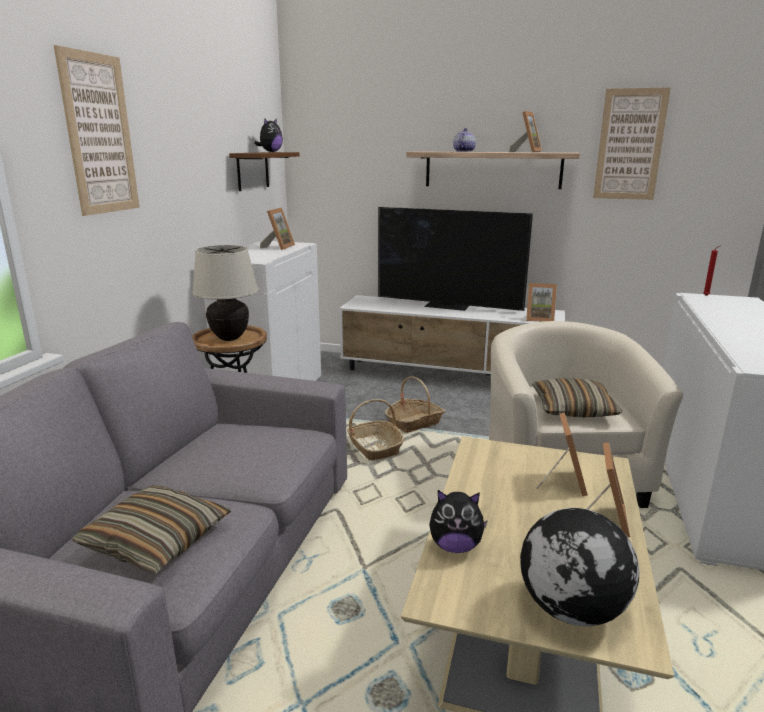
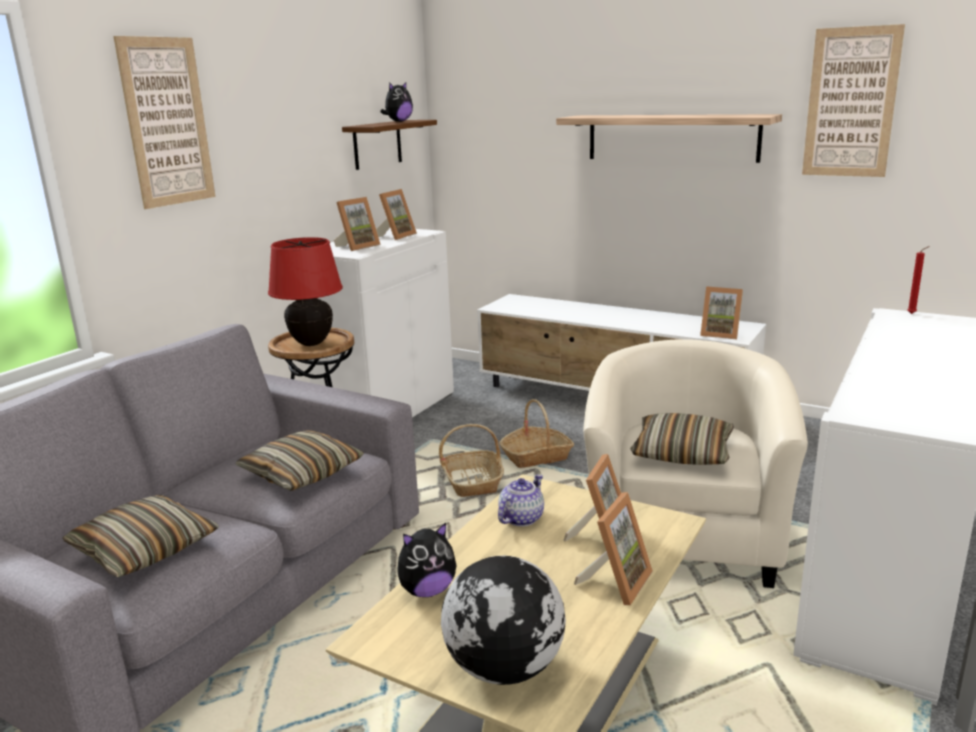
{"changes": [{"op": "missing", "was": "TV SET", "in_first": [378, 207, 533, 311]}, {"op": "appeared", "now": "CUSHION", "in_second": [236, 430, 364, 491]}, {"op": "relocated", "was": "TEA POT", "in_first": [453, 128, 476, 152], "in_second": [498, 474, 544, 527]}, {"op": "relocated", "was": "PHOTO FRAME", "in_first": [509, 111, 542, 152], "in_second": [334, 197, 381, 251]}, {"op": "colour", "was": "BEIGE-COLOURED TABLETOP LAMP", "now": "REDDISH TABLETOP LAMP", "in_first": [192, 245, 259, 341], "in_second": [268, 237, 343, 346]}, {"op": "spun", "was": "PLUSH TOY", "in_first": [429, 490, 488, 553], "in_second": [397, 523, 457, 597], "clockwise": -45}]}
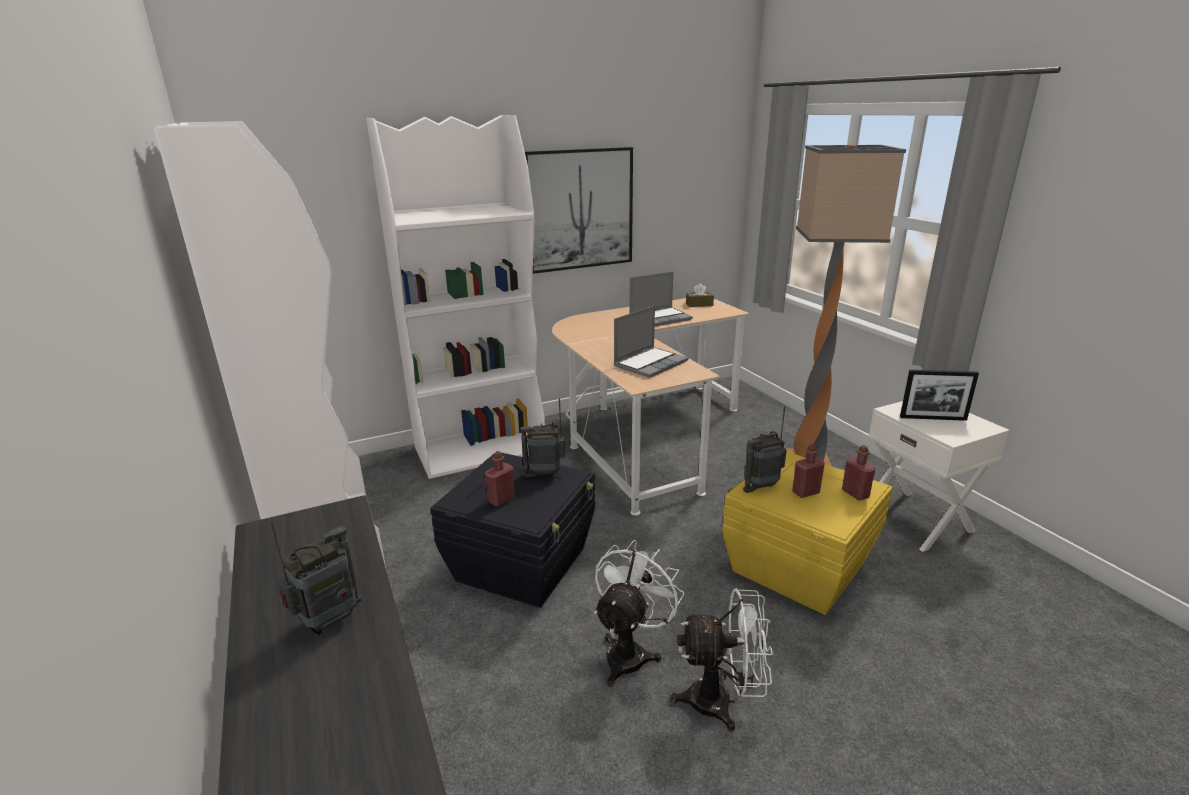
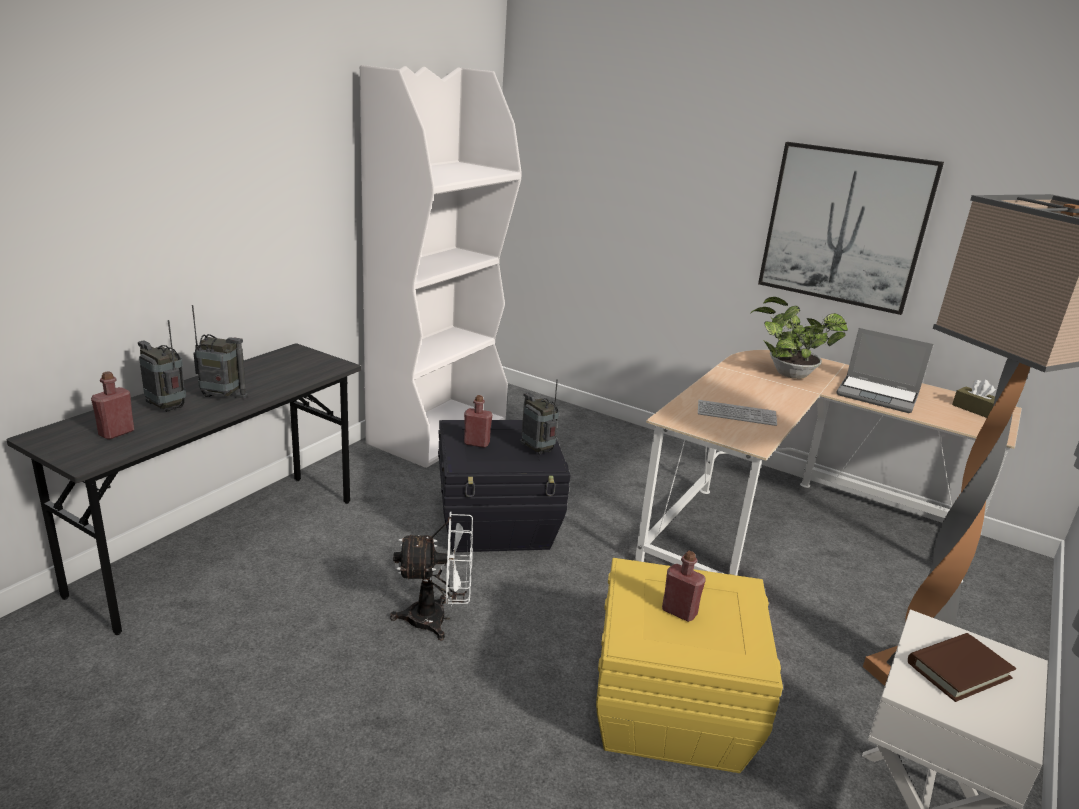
{"changes": [{"op": "missing", "was": "WHITE BOOKCASE", "in_first": [367, 115, 545, 479]}, {"op": "missing", "was": "WHITE COOLING FAN", "in_first": [670, 589, 773, 732]}, {"op": "appeared", "now": "POTTED PLANT", "in_second": [750, 297, 848, 379]}, {"op": "relocated", "was": "RADIO SET", "in_first": [743, 406, 787, 493], "in_second": [138, 320, 186, 412]}, {"op": "relocated", "was": "REDDISH BOTTLE", "in_first": [842, 445, 876, 501], "in_second": [91, 371, 134, 440]}, {"op": "exchanged", "was": "LAPTOP", "now": "KEYBOARD", "in_first": [614, 305, 689, 378], "in_second": [698, 400, 777, 426]}, {"op": "exchanged", "was": "PHOTO FRAME", "now": "BROWNISH BOUND BOOK", "in_first": [900, 370, 979, 421], "in_second": [908, 633, 1016, 702]}]}
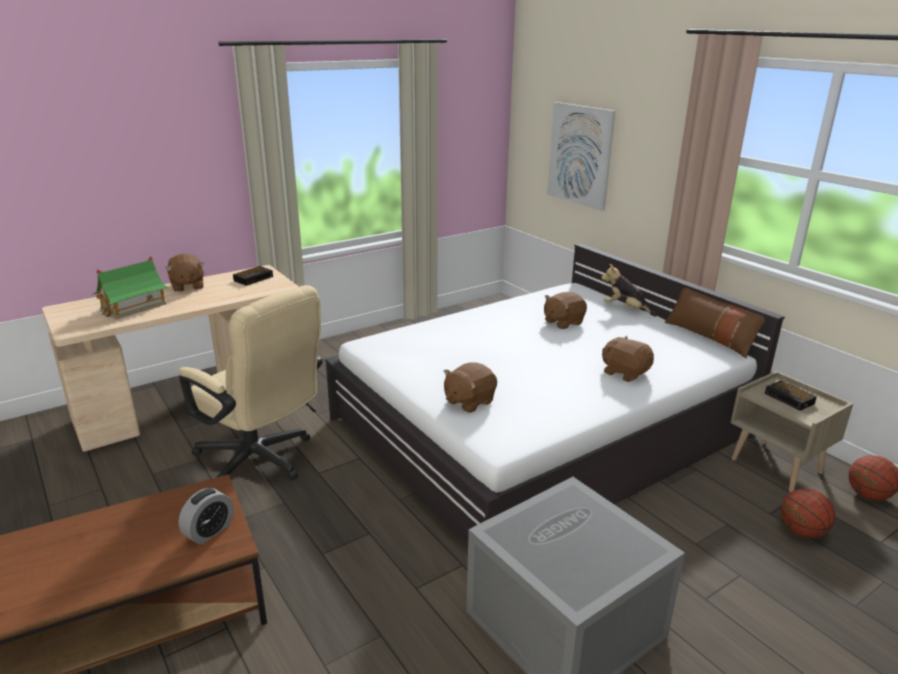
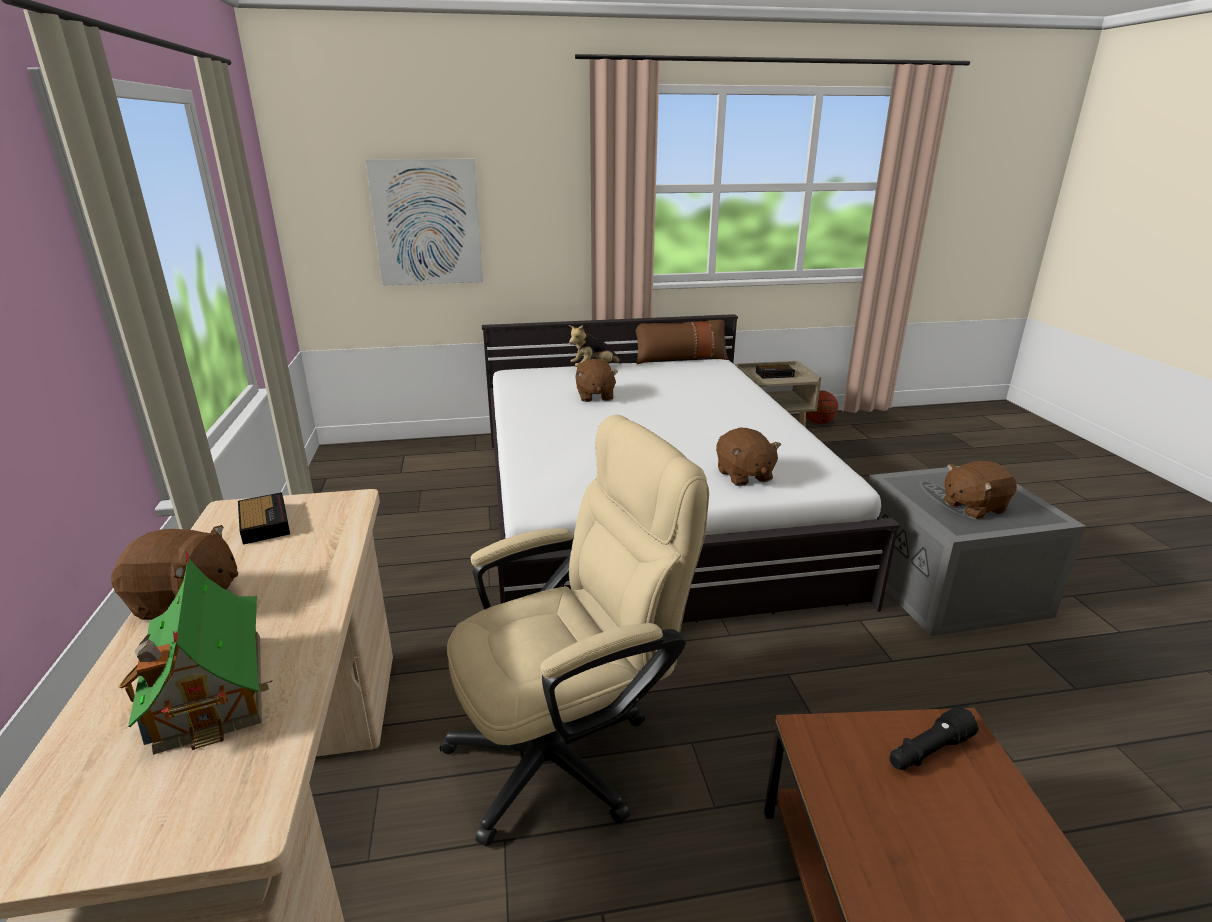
{"changes": [{"op": "missing", "was": "BALL FOR BASKETBALL", "in_first": [781, 488, 835, 538]}, {"op": "relocated", "was": "BROWNISH PLUSH TOY", "in_first": [602, 336, 654, 382], "in_second": [943, 461, 1017, 519]}, {"op": "exchanged", "was": "BEDSIDE CLOCK", "now": "BLACK-COLOURED TORCH", "in_first": [179, 488, 234, 544], "in_second": [890, 706, 979, 770]}]}
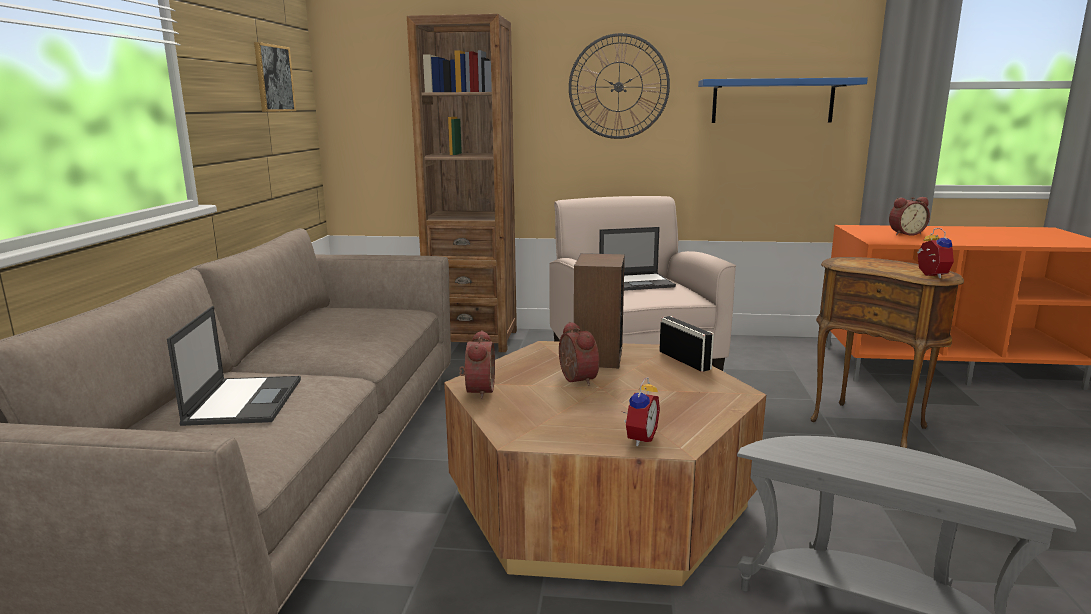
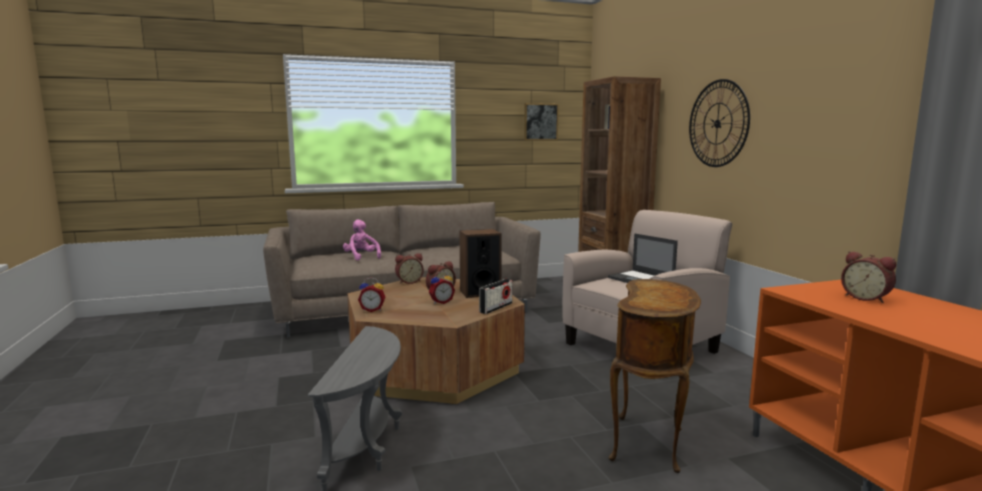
{"changes": [{"op": "missing", "was": "BLUE WALL SHELF", "in_first": [698, 77, 868, 123]}, {"op": "relocated", "was": "BEDSIDE CLOCK", "in_first": [917, 228, 954, 279], "in_second": [429, 271, 455, 304]}, {"op": "exchanged", "was": "LAPTOP", "now": "PINKISH PLUSH TOY", "in_first": [167, 306, 301, 426], "in_second": [343, 220, 381, 261]}]}
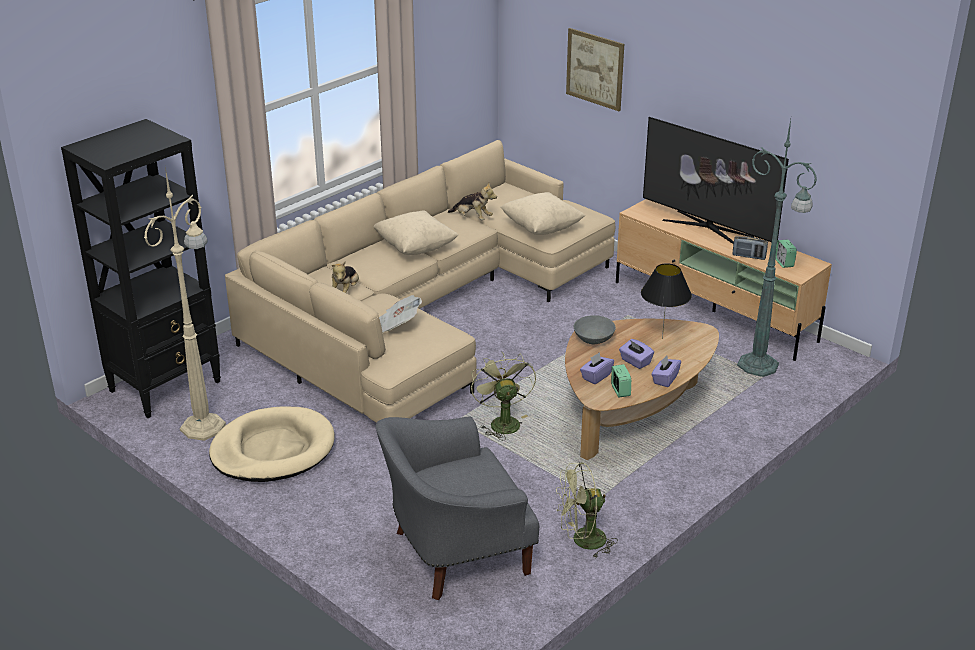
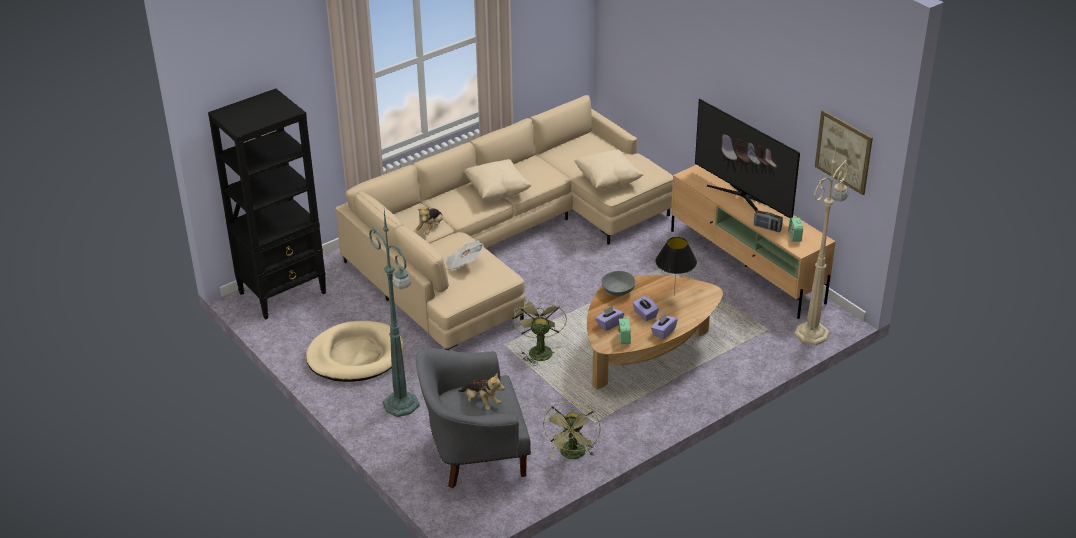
{"changes": [{"op": "relocated", "was": "BEIGE-COLOURED STANDARD LAMP", "in_first": [144, 167, 226, 441], "in_second": [794, 141, 849, 345]}, {"op": "relocated", "was": "PLUSH TOY", "in_first": [448, 183, 497, 220], "in_second": [458, 373, 505, 410]}, {"op": "relocated", "was": "WALL PICTURE", "in_first": [566, 28, 624, 111], "in_second": [815, 110, 873, 195]}, {"op": "relocated", "was": "GREEN-COLOURED STANDARD LAMP", "in_first": [737, 120, 817, 377], "in_second": [369, 211, 420, 417]}, {"op": "spun", "was": "GREEN-COLOURED COOLING FAN", "in_first": [556, 462, 618, 558], "in_second": [543, 402, 600, 459], "clockwise": -75}]}
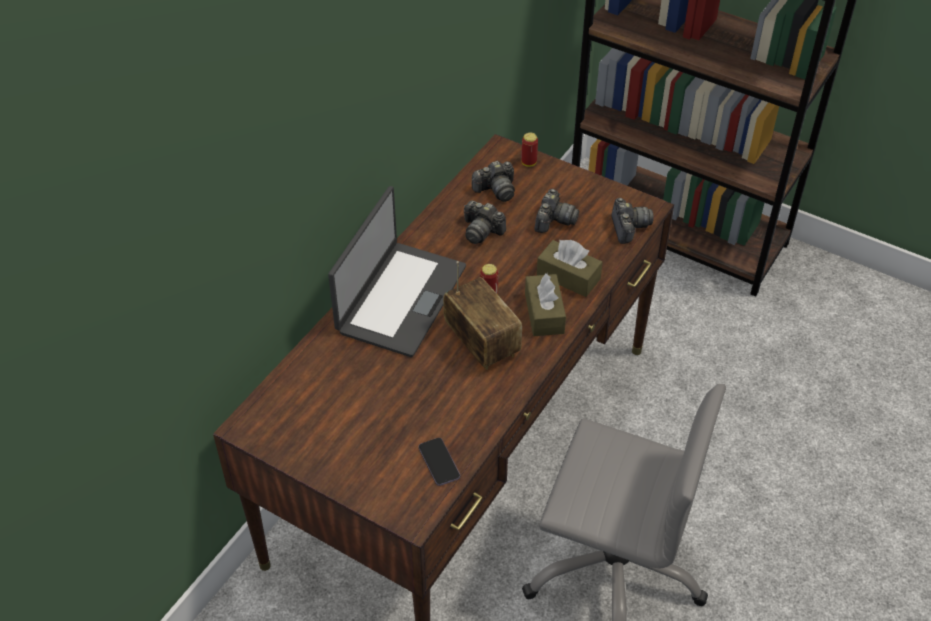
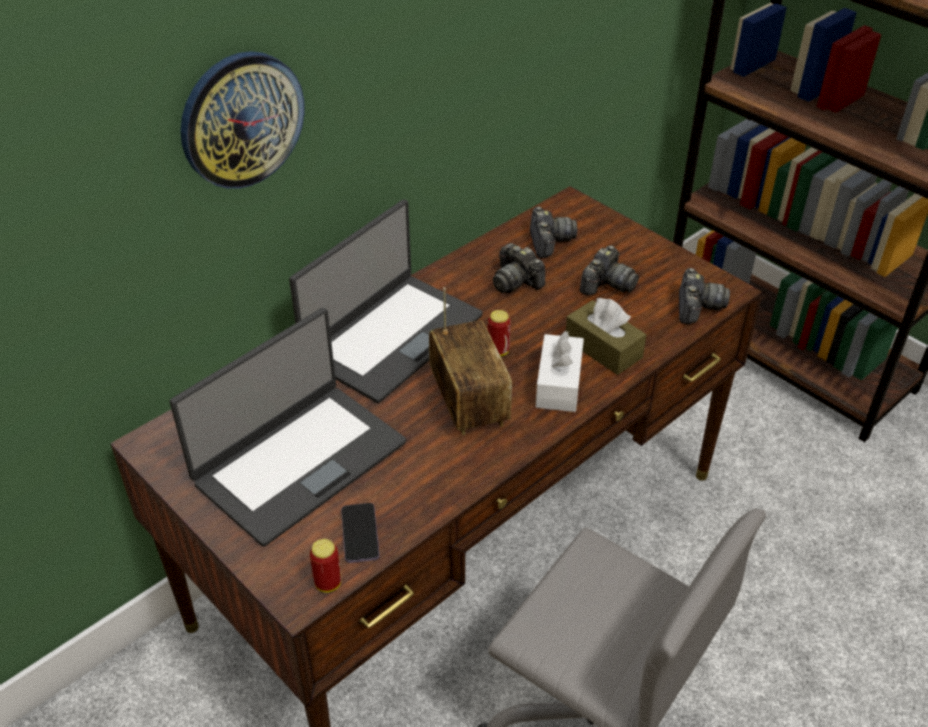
{"changes": [{"op": "appeared", "now": "LAPTOP", "in_second": [169, 308, 406, 547]}, {"op": "appeared", "now": "CLOCK ON THE WALL", "in_second": [180, 51, 305, 189]}, {"op": "relocated", "was": "SEALED CAN", "in_first": [521, 133, 538, 167], "in_second": [310, 539, 341, 593]}, {"op": "colour", "was": "BROWNISH TISSUE HOLDER", "now": "WHITE TISSUE HOLDER", "in_first": [525, 273, 566, 336], "in_second": [535, 331, 584, 412]}, {"op": "spun", "was": "STILL CAMERA", "in_first": [472, 161, 515, 202], "in_second": [530, 207, 577, 258], "clockwise": -90}]}
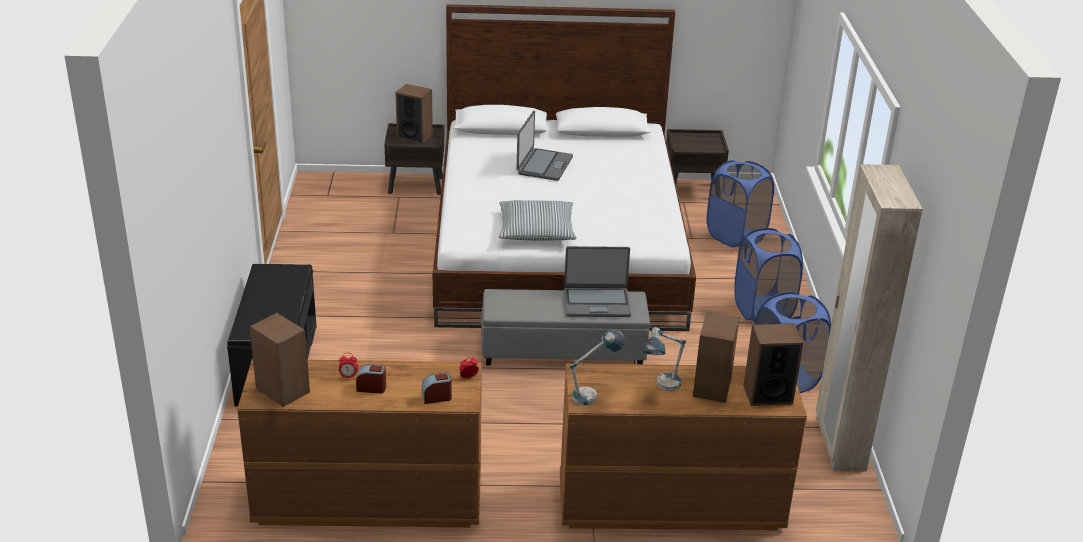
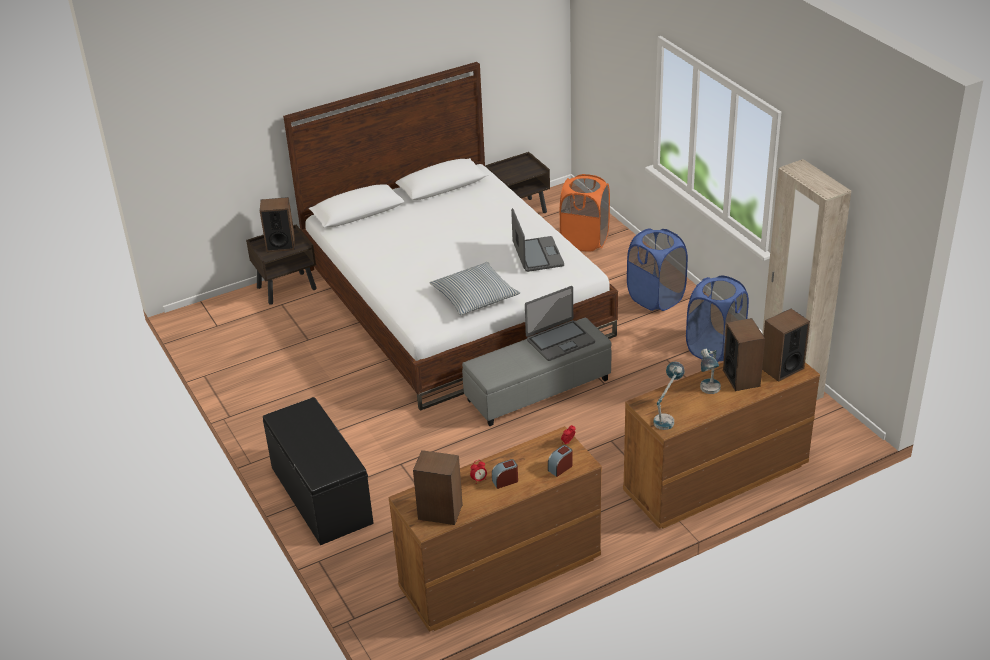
{"changes": [{"op": "relocated", "was": "LAPTOP", "in_first": [517, 110, 573, 181], "in_second": [511, 208, 564, 272]}, {"op": "colour", "was": "BLUE WASHING BASKET", "now": "ORANGEY WASHING BASKET", "in_first": [707, 160, 774, 247], "in_second": [560, 174, 610, 252]}]}
